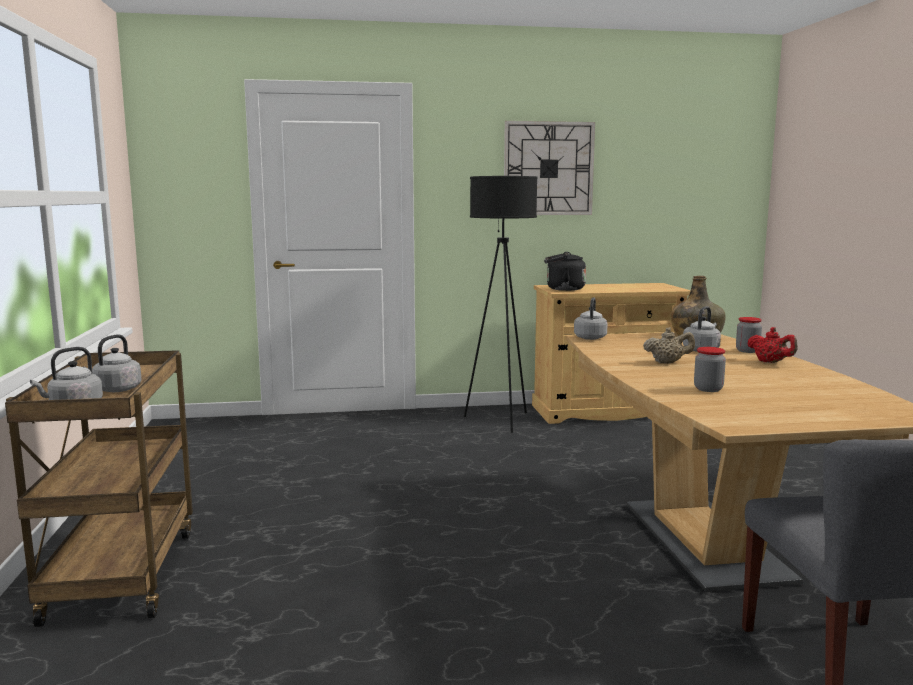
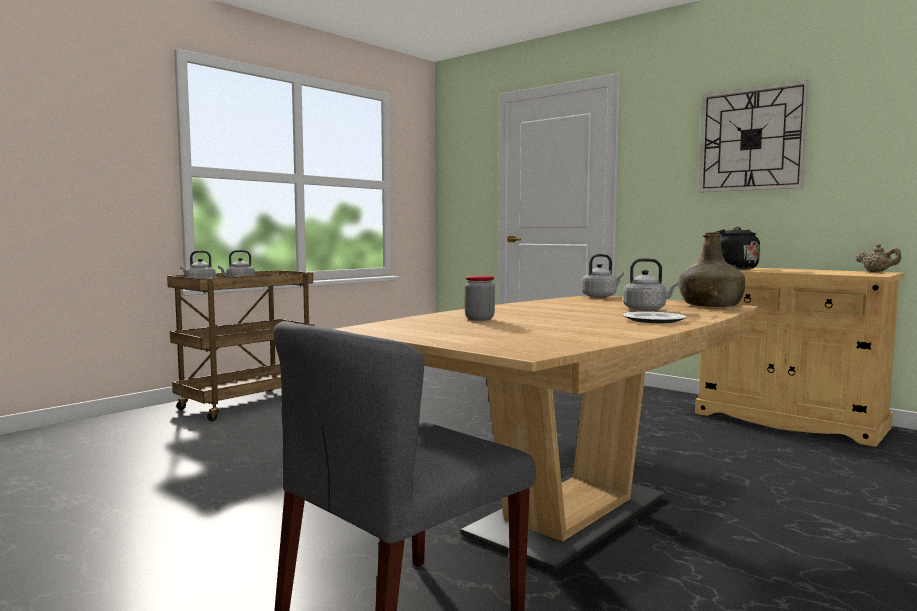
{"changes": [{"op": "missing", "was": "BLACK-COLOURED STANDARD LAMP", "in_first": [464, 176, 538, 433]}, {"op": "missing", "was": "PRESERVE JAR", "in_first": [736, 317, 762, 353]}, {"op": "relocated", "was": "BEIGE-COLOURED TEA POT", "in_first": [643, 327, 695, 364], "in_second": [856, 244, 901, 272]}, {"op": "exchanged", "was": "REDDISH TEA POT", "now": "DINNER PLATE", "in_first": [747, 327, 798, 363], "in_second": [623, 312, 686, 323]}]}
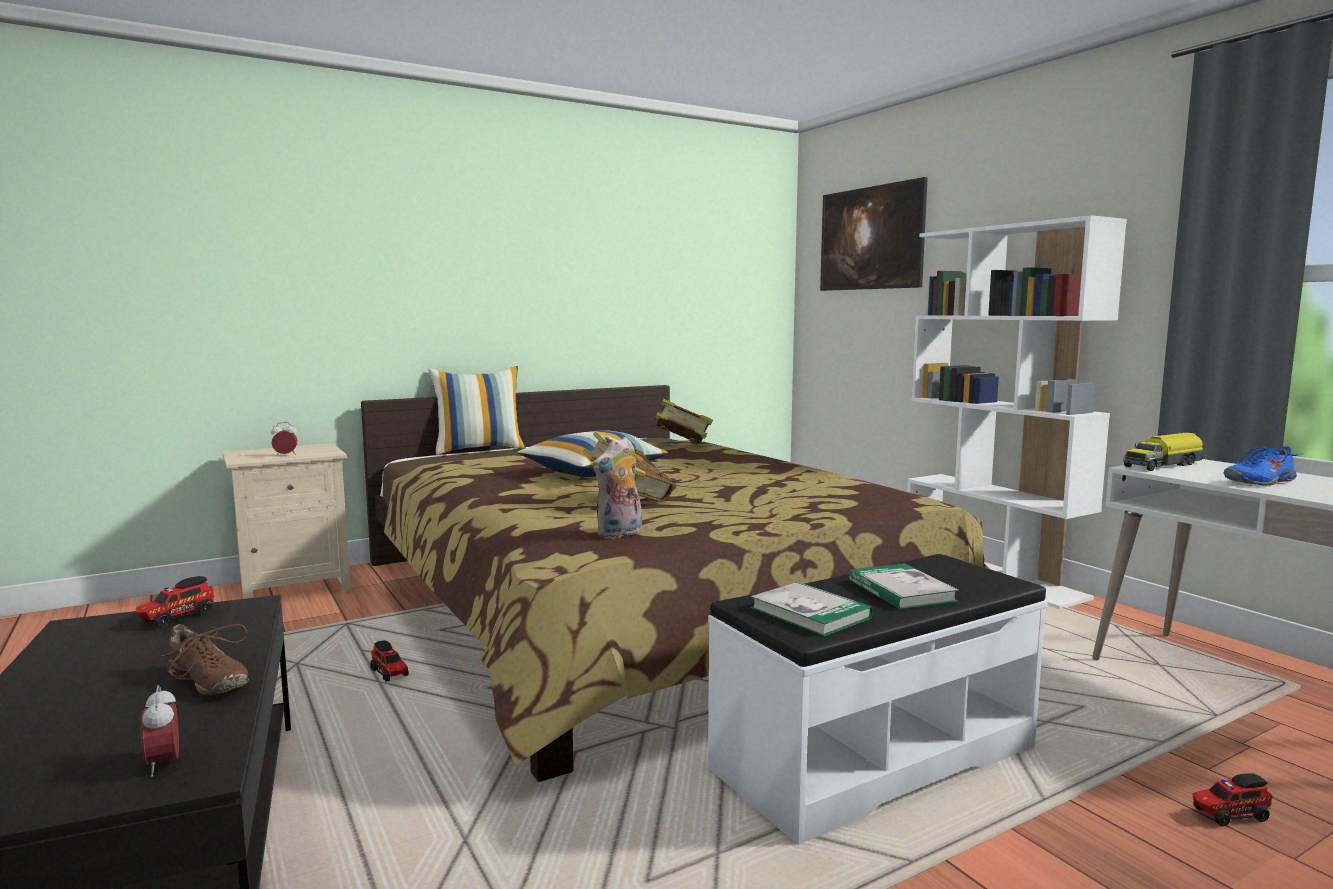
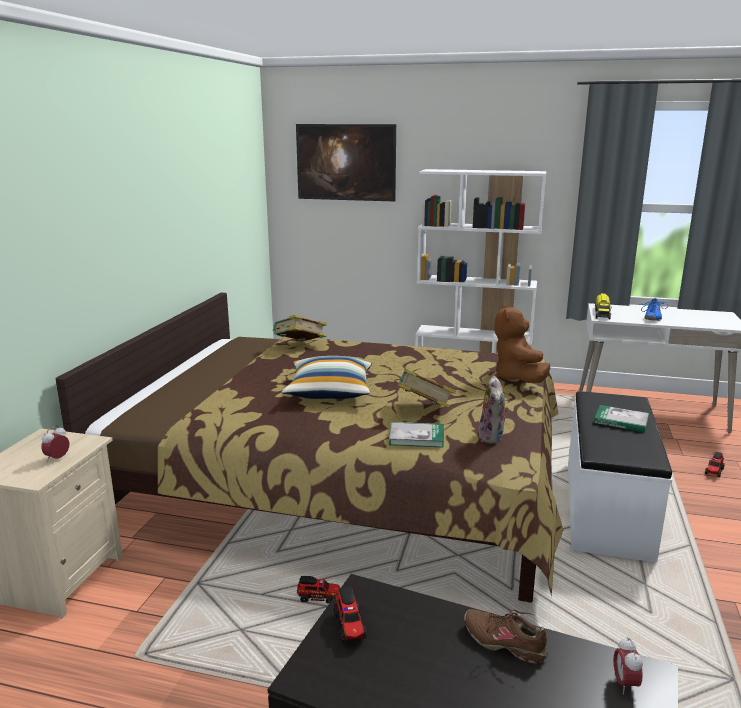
{"changes": [{"op": "missing", "was": "CUSHION", "in_first": [428, 366, 526, 455]}, {"op": "appeared", "now": "BROWNISH PLUSH TOY", "in_second": [494, 304, 550, 383]}, {"op": "relocated", "was": "BOUND BOOK", "in_first": [750, 582, 873, 636], "in_second": [389, 422, 444, 448]}, {"op": "spun", "was": "BEDSIDE CLOCK", "in_first": [140, 685, 179, 777], "in_second": [614, 637, 643, 694], "clockwise": 75}, {"op": "spun", "was": "BROWNISH SHOE", "in_first": [149, 624, 249, 695], "in_second": [464, 609, 548, 663], "clockwise": -135}]}
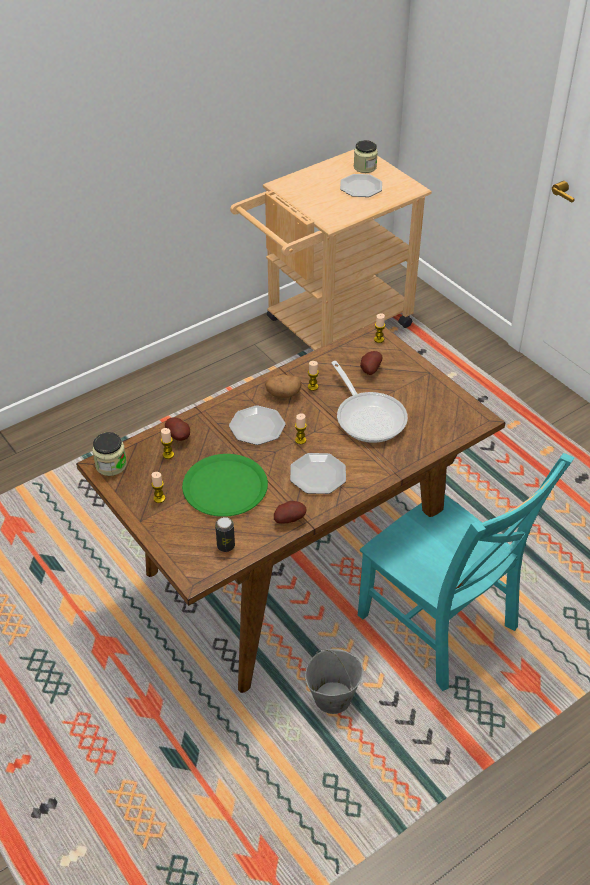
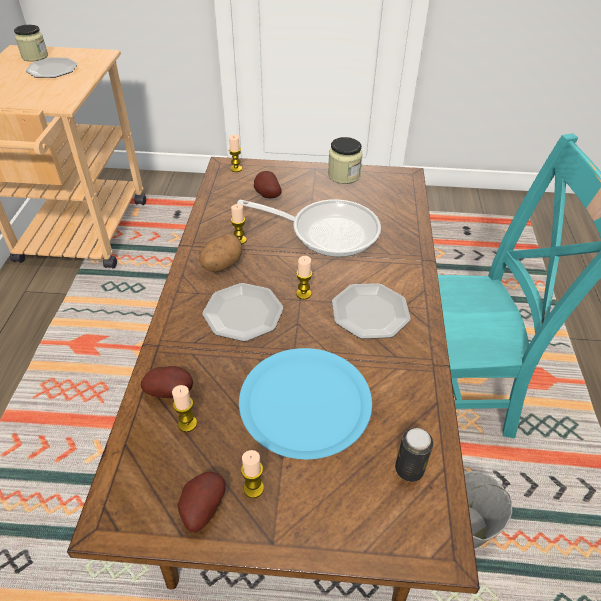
{"changes": [{"op": "relocated", "was": "PRESERVE JAR", "in_first": [92, 432, 127, 476], "in_second": [328, 137, 363, 184]}, {"op": "relocated", "was": "WHOLE POTATO", "in_first": [274, 501, 307, 524], "in_second": [177, 472, 226, 533]}, {"op": "colour", "was": "GREEN-COLOURED DINNER PLATE", "now": "BLUE DINNER PLATE", "in_first": [182, 454, 268, 517], "in_second": [239, 348, 372, 459]}]}
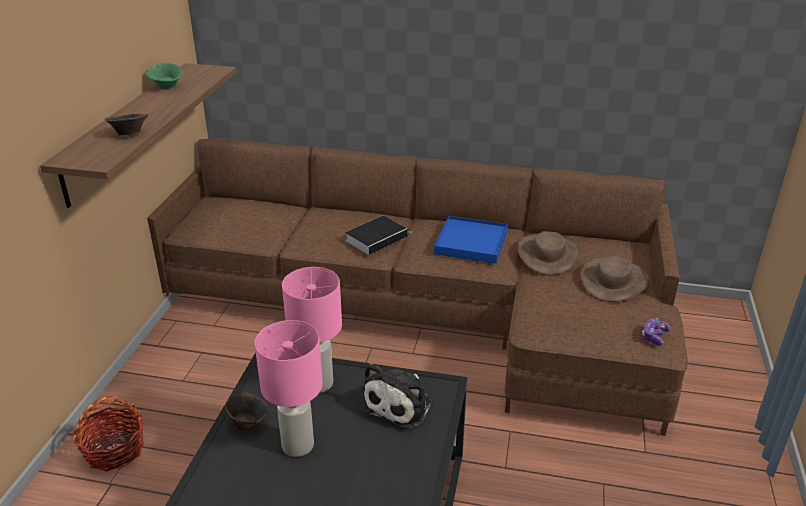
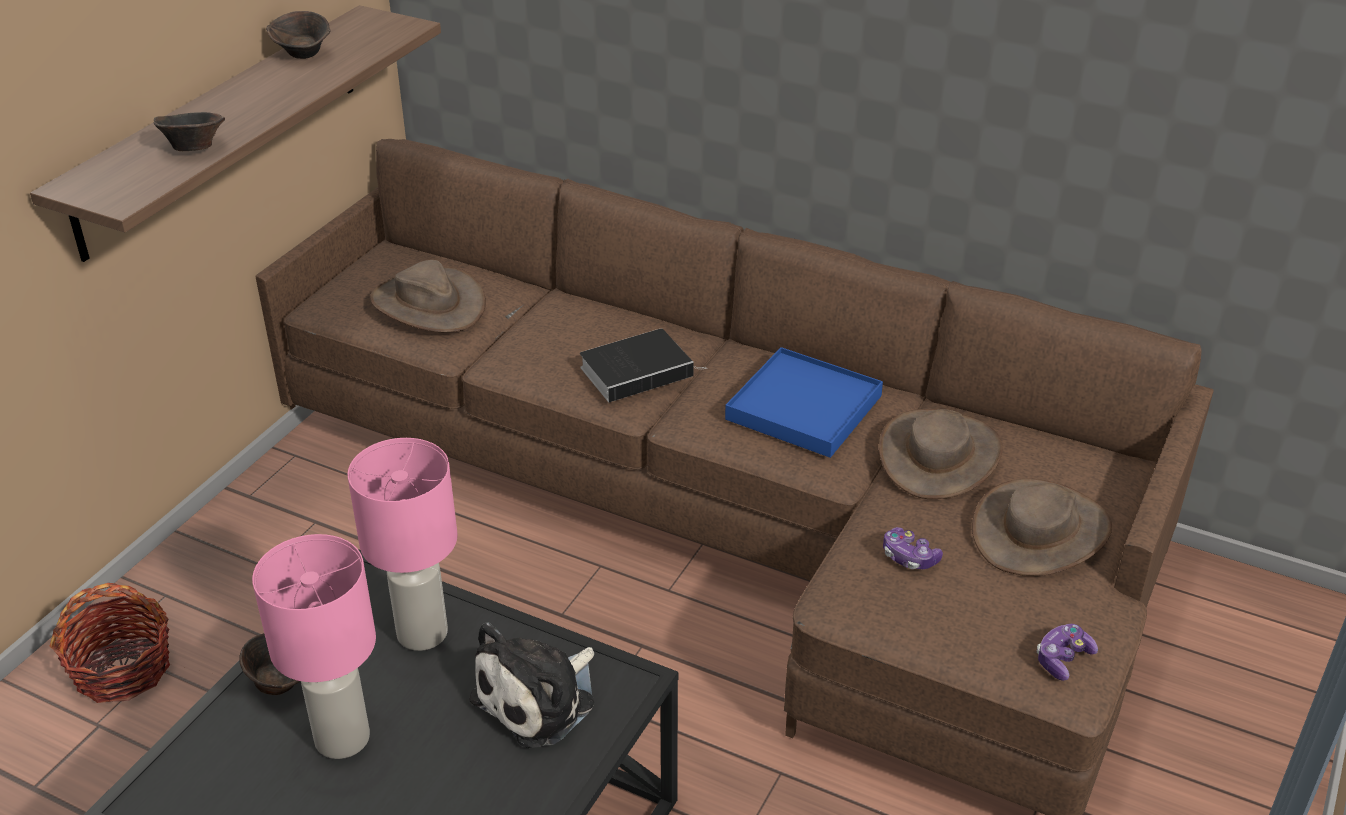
{"changes": [{"op": "appeared", "now": "BROWNISH CLOTHING HAT", "in_second": [370, 260, 486, 332]}, {"op": "appeared", "now": "GAMEPAD", "in_second": [883, 527, 943, 569]}, {"op": "colour", "was": "GREEN-COLOURED DEEP DISH", "now": "BROWNISH DEEP DISH", "in_first": [146, 63, 184, 89], "in_second": [266, 11, 331, 59]}]}
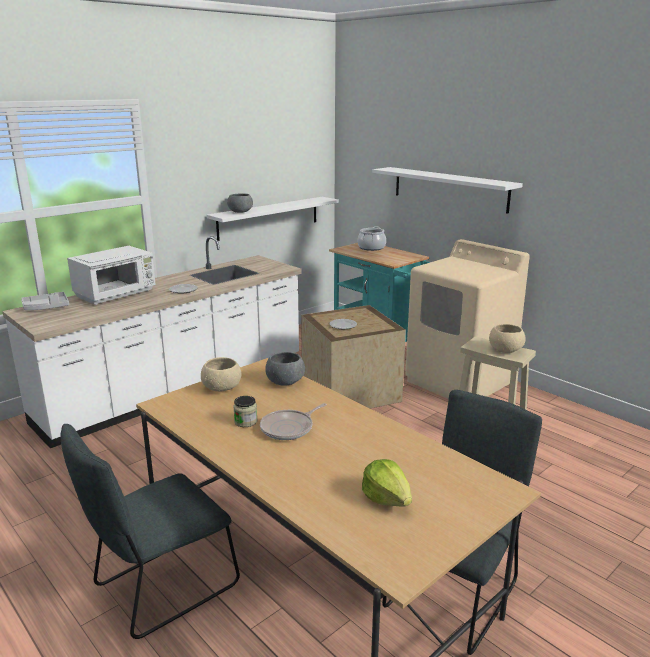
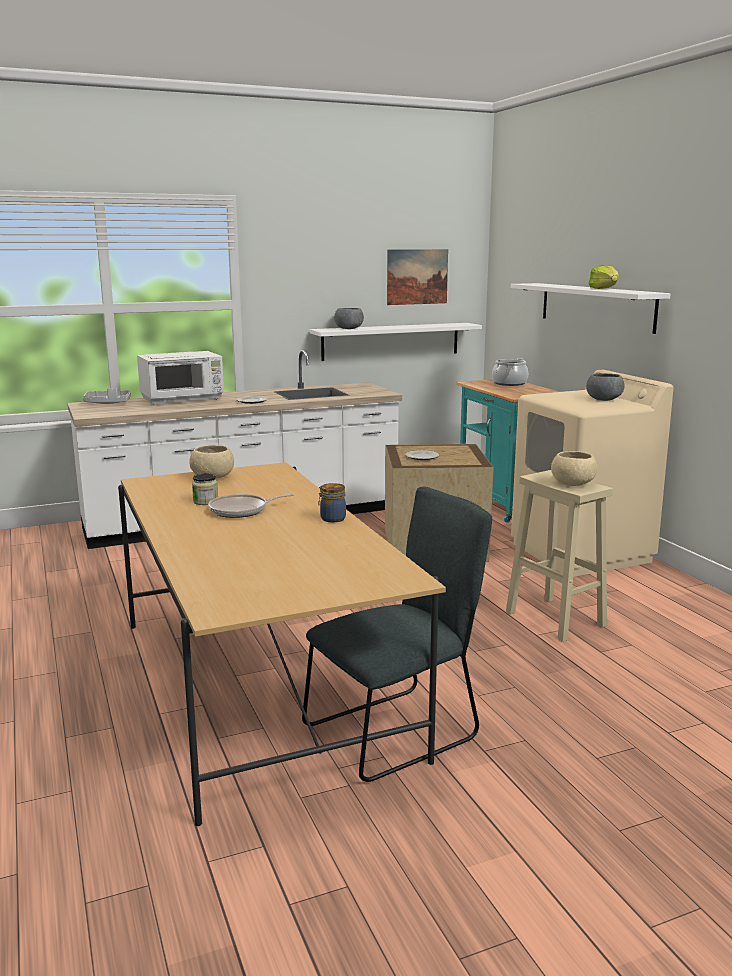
{"changes": [{"op": "missing", "was": "GREY PLAIN CHAIR", "in_first": [60, 424, 240, 639]}, {"op": "appeared", "now": "PRESERVE JAR", "in_second": [318, 483, 346, 522]}, {"op": "appeared", "now": "WALL PICTURE", "in_second": [387, 249, 448, 305]}, {"op": "relocated", "was": "GREY DEEP DISH", "in_first": [265, 352, 305, 386], "in_second": [586, 373, 624, 401]}, {"op": "relocated", "was": "HEAD OF LETTUCE", "in_first": [362, 459, 412, 506], "in_second": [589, 265, 619, 289]}]}
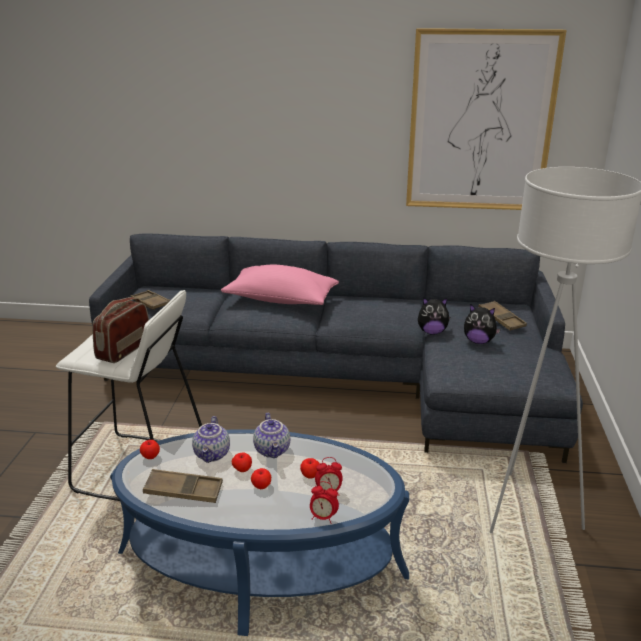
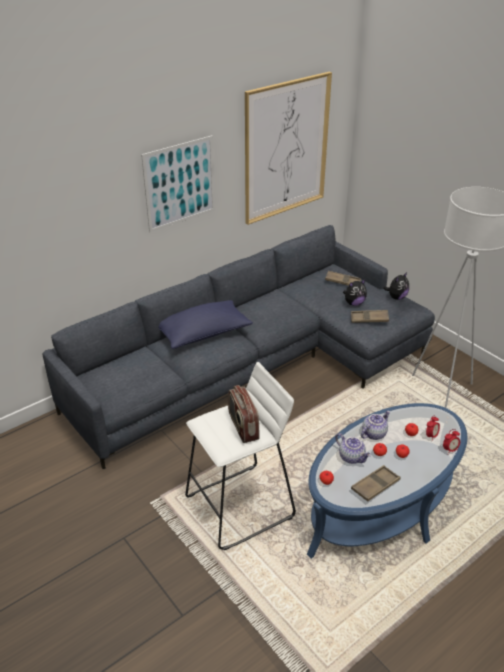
{"changes": [{"op": "appeared", "now": "WALL PICTURE", "in_second": [141, 136, 215, 232]}, {"op": "relocated", "was": "BROWNISH TRAY", "in_first": [131, 290, 170, 310], "in_second": [351, 310, 389, 323]}, {"op": "relocated", "was": "PLUSH TOY", "in_first": [418, 297, 450, 335], "in_second": [383, 272, 409, 300]}, {"op": "colour", "was": "PINKISH CUSHION", "now": "BLUE CUSHION", "in_first": [221, 265, 339, 305], "in_second": [158, 300, 253, 349]}, {"op": "spun", "was": "TEA POT", "in_first": [253, 413, 290, 458], "in_second": [361, 411, 390, 440], "clockwise": -75}]}
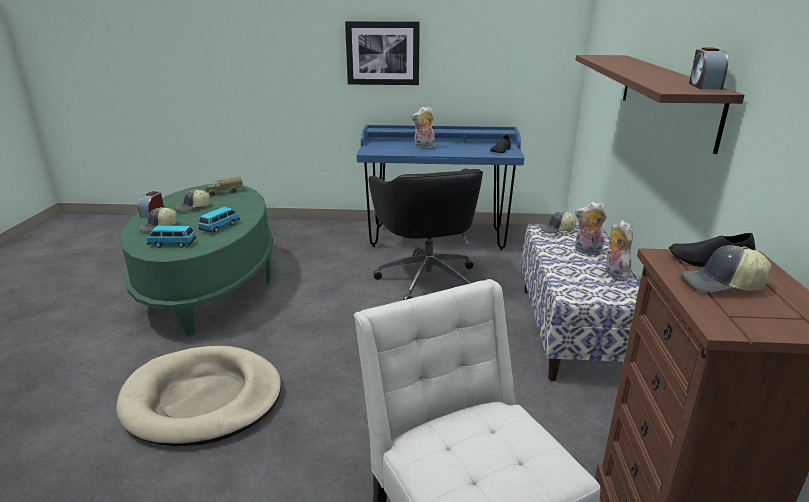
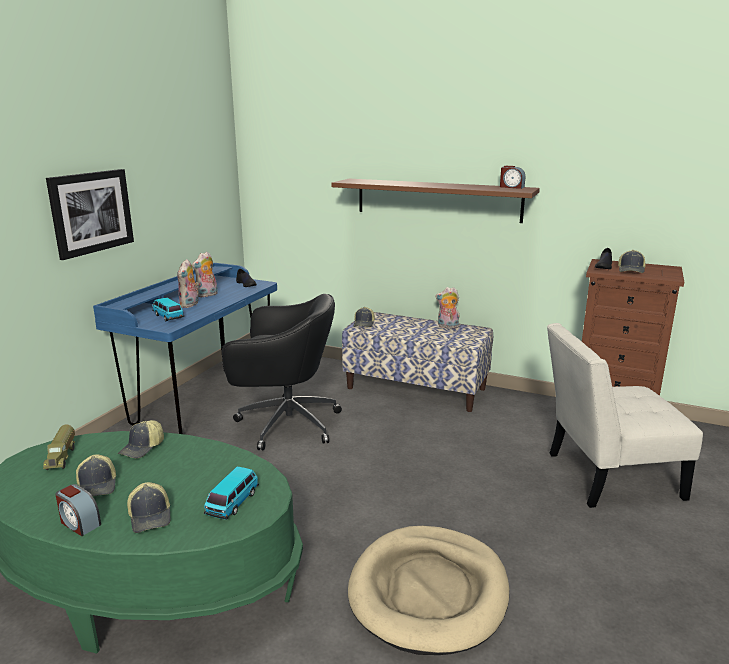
{"changes": [{"op": "appeared", "now": "CAP", "in_second": [118, 420, 164, 458]}, {"op": "relocated", "was": "TOY CAR", "in_first": [198, 207, 240, 232], "in_second": [152, 298, 184, 321]}, {"op": "relocated", "was": "PLUSH TOY", "in_first": [575, 202, 607, 255], "in_second": [192, 252, 218, 297]}]}
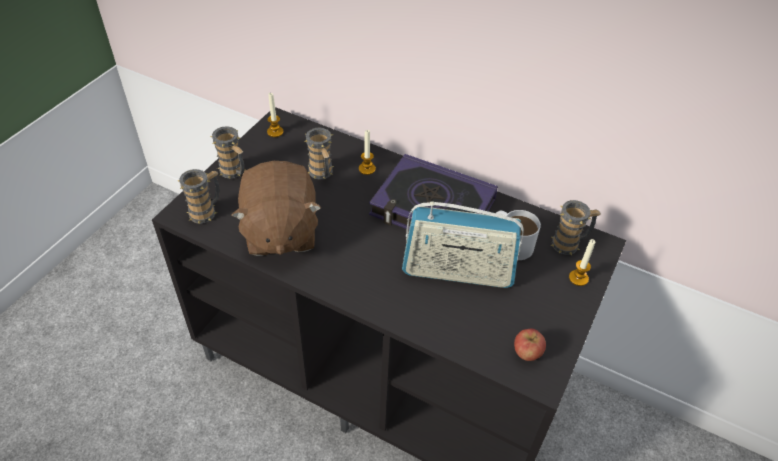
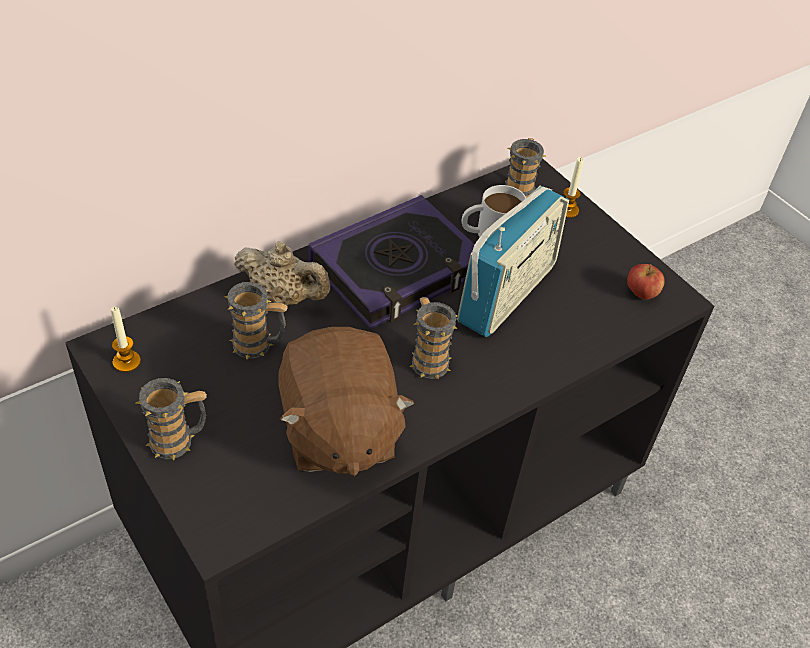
{"changes": [{"op": "relocated", "was": "TEA MUG", "in_first": [178, 169, 220, 224], "in_second": [410, 297, 459, 379]}, {"op": "exchanged", "was": "WAX CANDLE", "now": "BEIGE-COLOURED TEA POT", "in_first": [359, 129, 376, 175], "in_second": [234, 241, 330, 305]}, {"op": "spun", "was": "BROWNISH PLUSH TOY", "in_first": [231, 161, 322, 256], "in_second": [278, 327, 414, 476], "clockwise": 60}]}
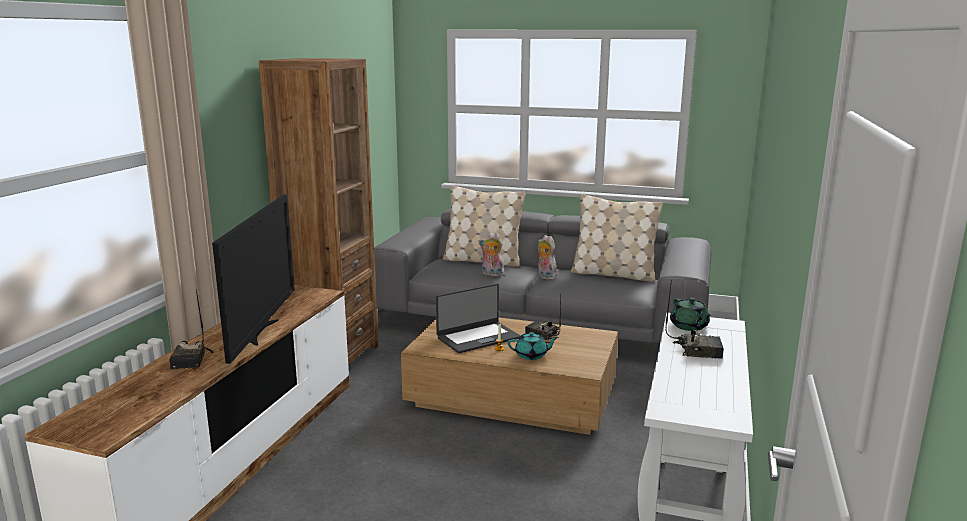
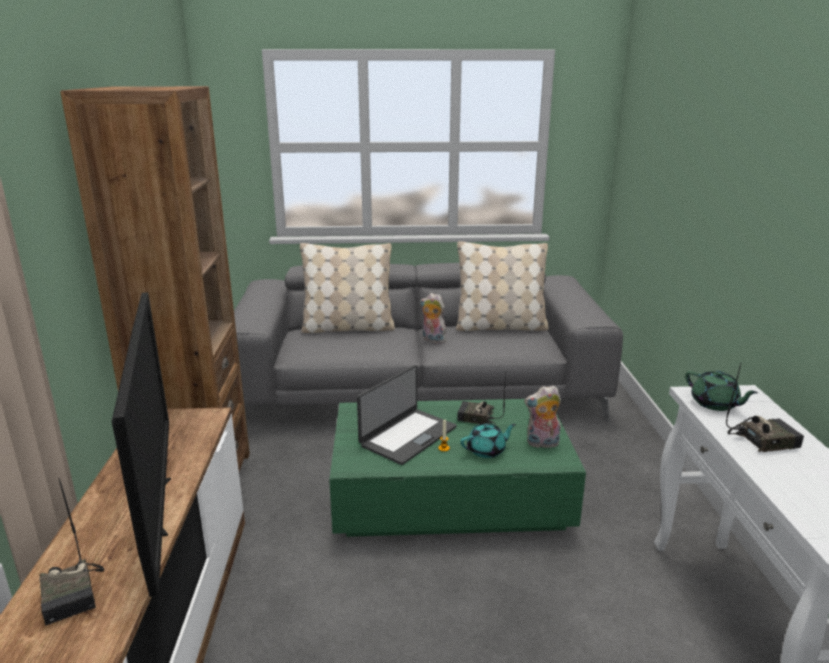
{"changes": [{"op": "relocated", "was": "PLUSH TOY", "in_first": [479, 233, 504, 276], "in_second": [524, 385, 561, 448]}, {"op": "colour", "was": "BROWNISH LOUNGE TABLE", "now": "GREEN-COLOURED LOUNGE TABLE", "in_first": [401, 317, 618, 435], "in_second": [329, 399, 586, 537]}]}
